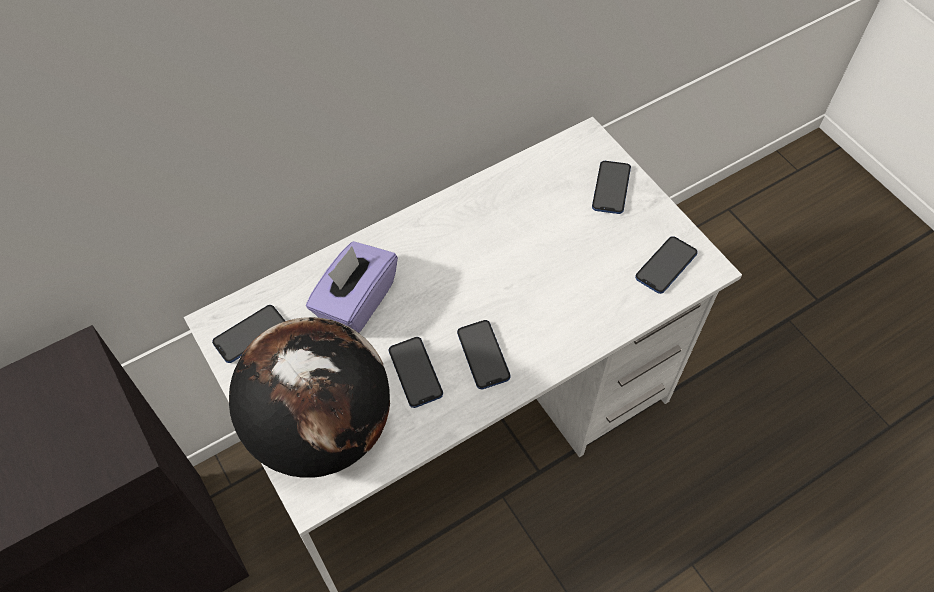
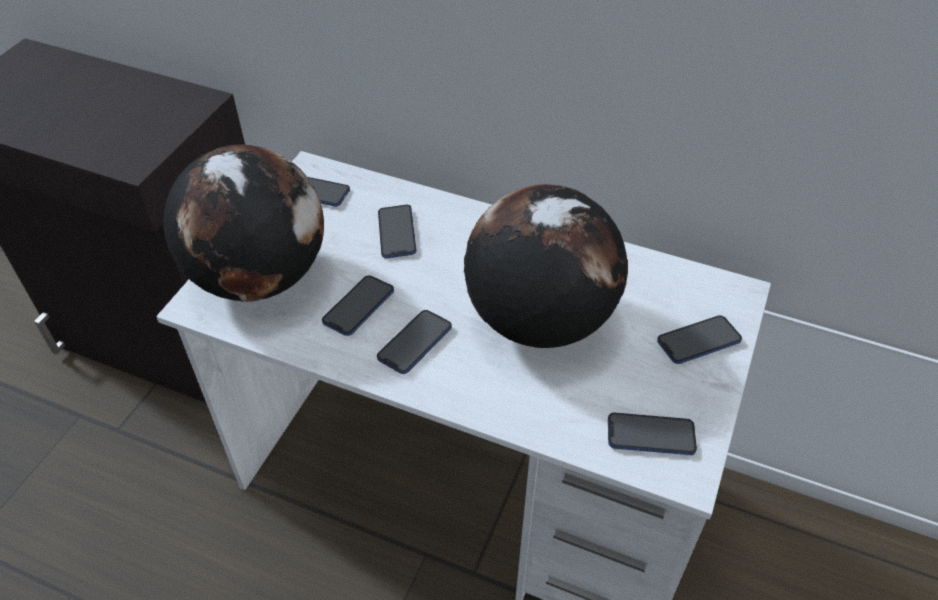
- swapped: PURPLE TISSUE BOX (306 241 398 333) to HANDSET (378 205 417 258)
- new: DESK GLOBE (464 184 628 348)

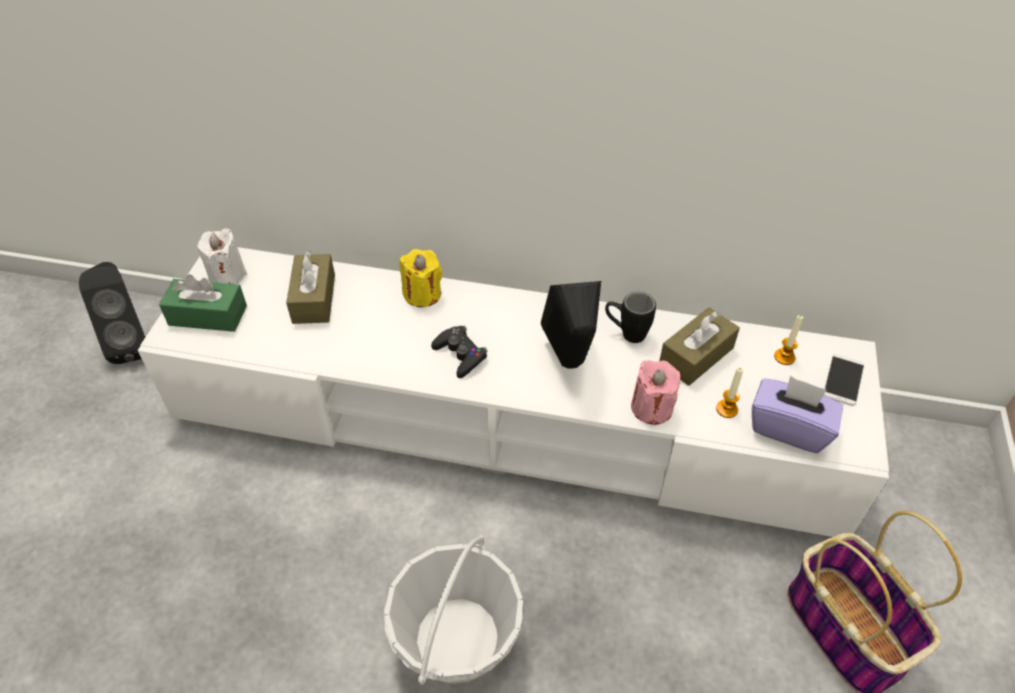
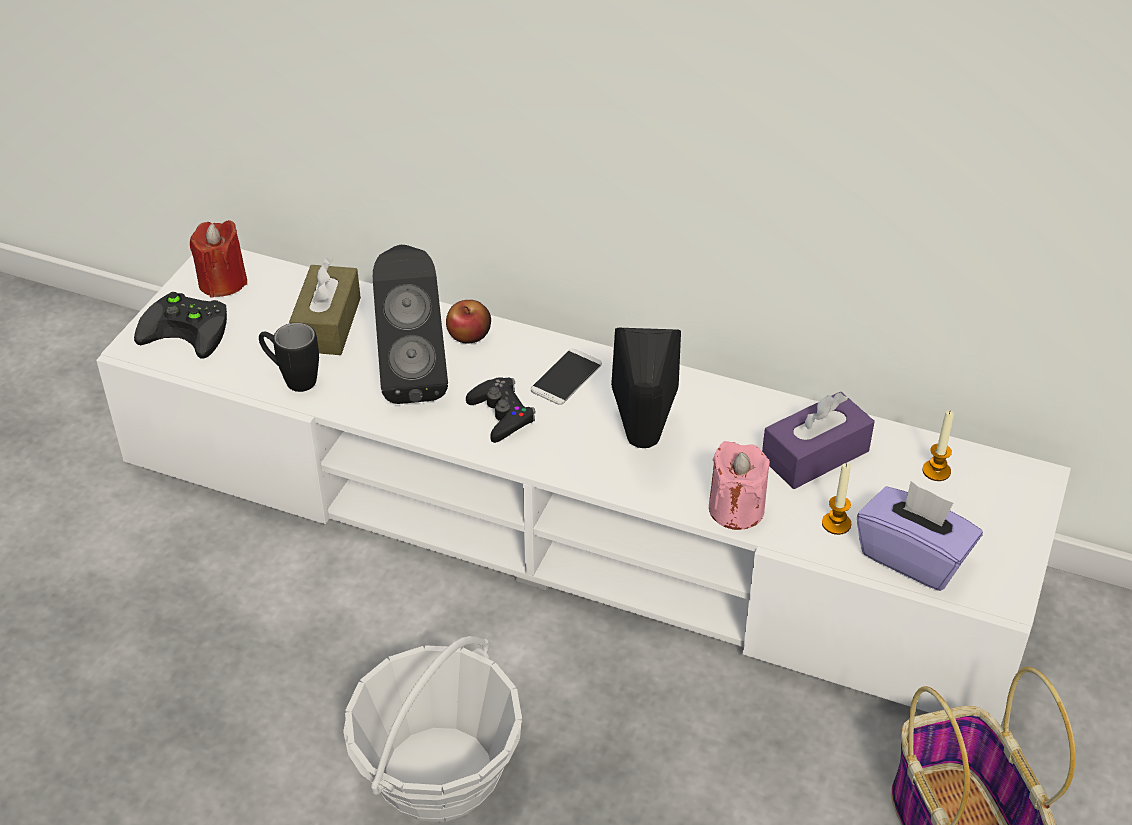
- shifted: BLACK-COLOURED SPEAKER (79 262 145 364) to (373 245 448 404)
- swapped: GREEN TISSUE BOX (159 274 247 332) to BLACK-COLOURED GAME CONTROLLER (134 292 227 359)
- repainted: WHITE WAX LIGHT (197 228 247 284) to RED WAX LIGHT (190 220 247 298)
- swapped: YELLOW WAX LIGHT (400 249 442 307) to APPLE (446 300 491 343)
- shifted: BLACK-COLOURED COFFEE MUG (605 292 656 343) to (259 323 319 392)
- repainted: BROWN-COLOURED TISSUE BOX (659 307 740 386) to PURPLE TISSUE BOX (762 392 875 489)
- shifted: HANDSET (824 354 864 406) to (531 349 602 405)

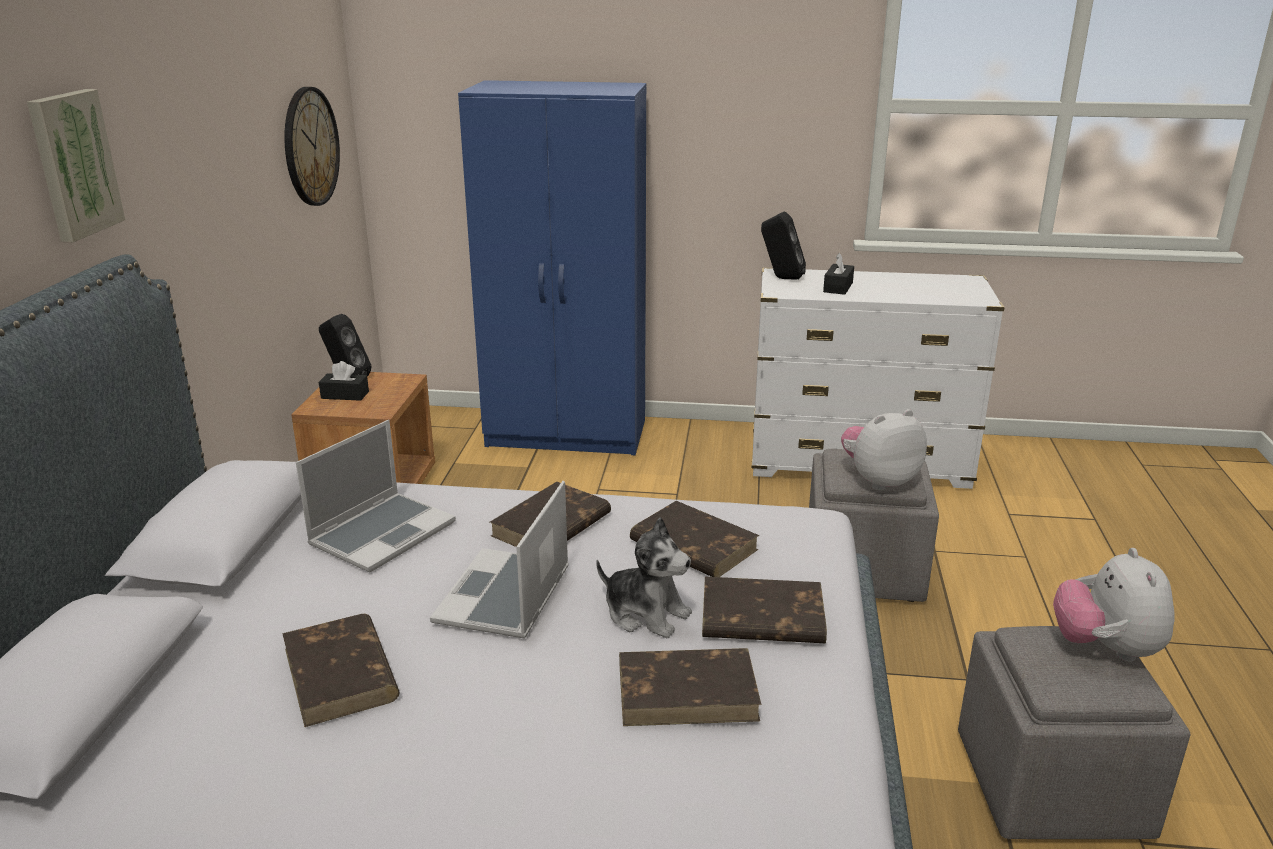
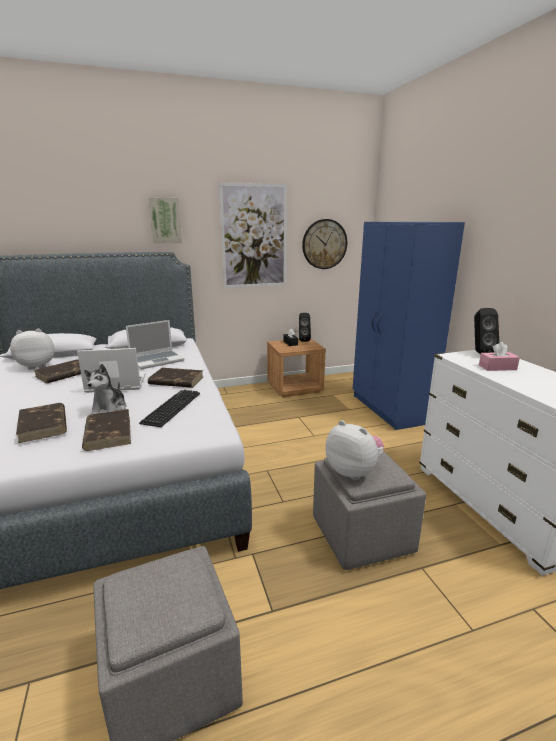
- rotated: LAPTOP (296 420 456 572) = (126 320 184 369) 45 degrees counterclockwise
- swapped: BROWN-COLOURED BOOK (630 501 759 577) to COMPUTER KEYBOARD (139 390 200 427)
- repainted: BLACK-COLOURED TISSUE BOX (823 253 854 295) to PINK TISSUE BOX (479 342 520 371)
- shifted: SOFT TOY (1053 548 1175 662) to (10 329 55 370)
- new: WALL PICTURE (219 182 287 288)

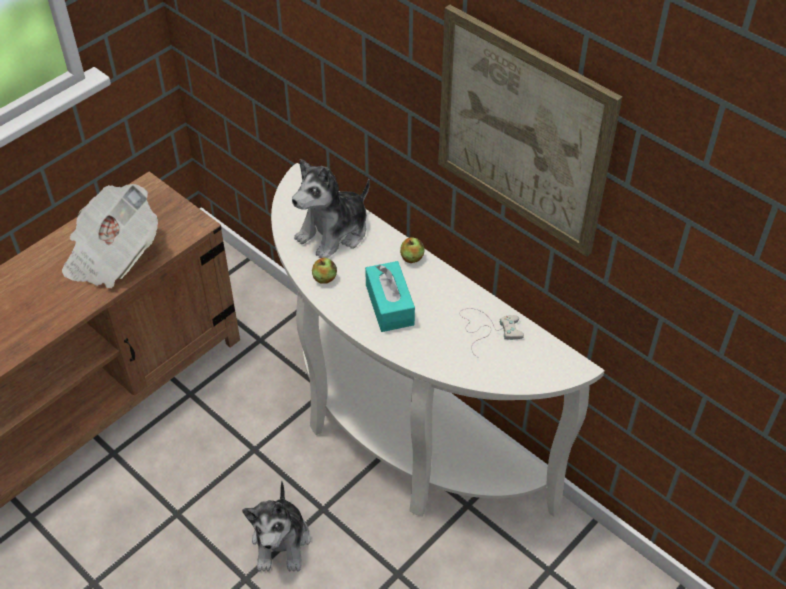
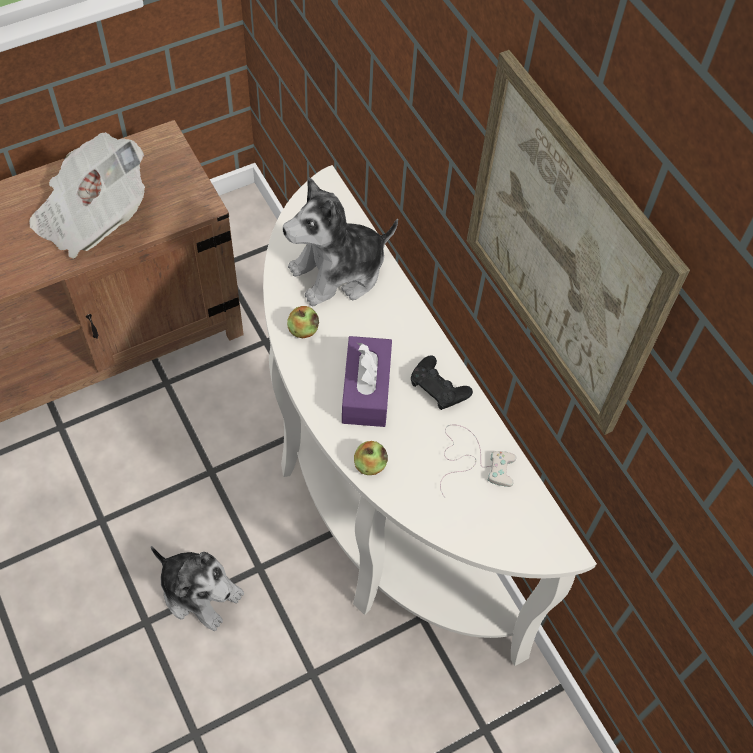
- rotated: SOFT TOY (242 481 311 572) = (151 546 244 631) 75 degrees counterclockwise
- repainted: TURQUOISE-COLOURED TISSUE BOX (365 261 415 332) to PURPLE TISSUE BOX (342 336 392 427)
- shifted: APPLE (400 237 425 263) to (354 441 388 475)
- new: BLACK-COLOURED GAME CONTROLLER (411 356 473 410)

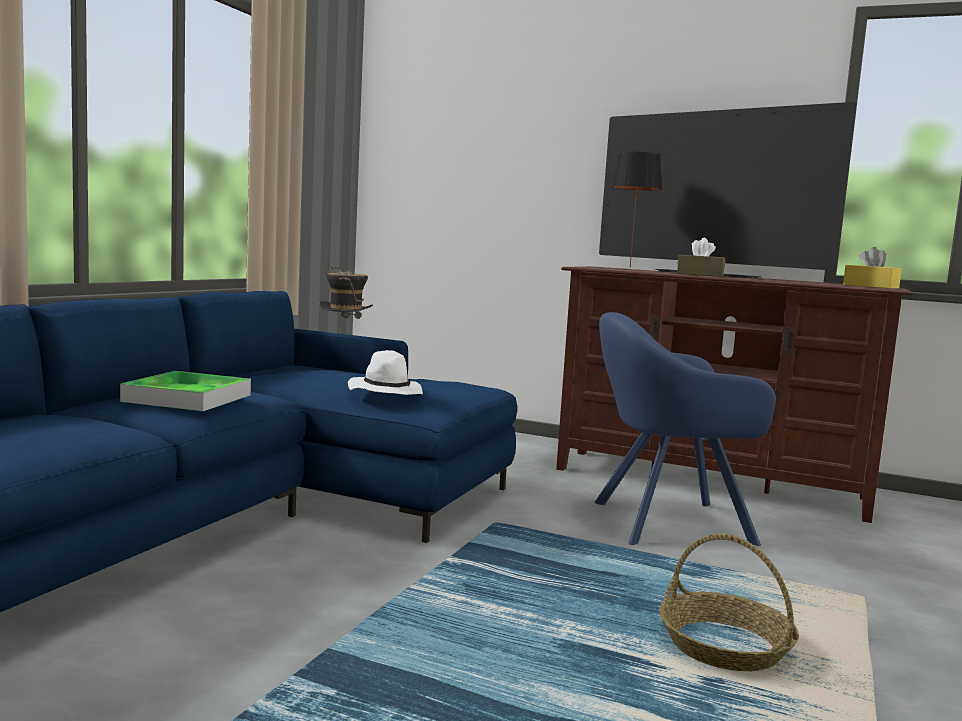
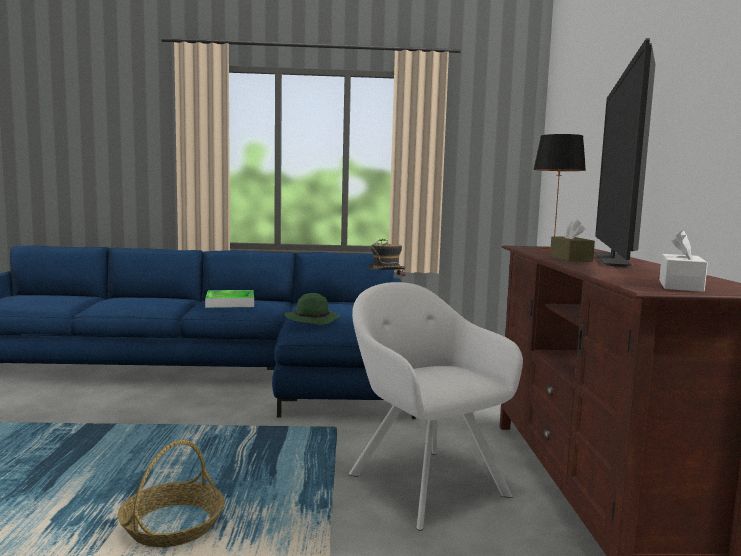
- repainted: WHITE HAT (348 350 423 395) to GREEN HAT (284 293 340 325)
- repainted: BLUE LOUNGE CHAIR (594 312 776 546) to WHITE LOUNGE CHAIR (349 282 523 531)
- repainted: YELLOW TISSUE BOX (843 247 902 289) to WHITE TISSUE BOX (659 230 708 292)

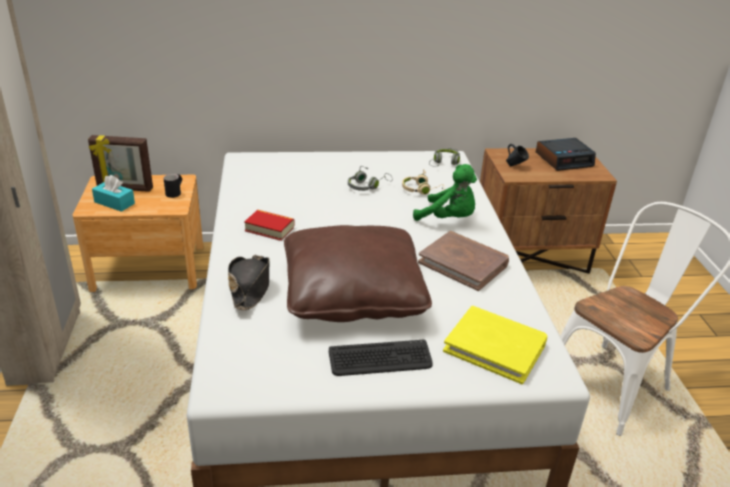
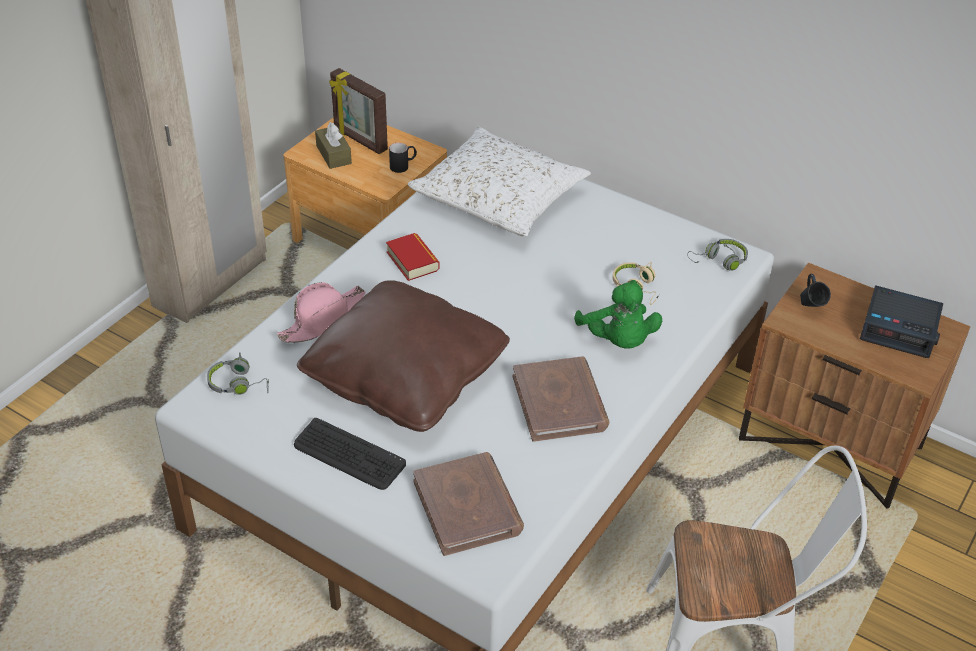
- repainted: TURQUOISE-COLOURED TISSUE BOX (92 175 135 212) to BROWN-COLOURED TISSUE BOX (315 122 352 169)
- repainted: BLACK-COLOURED HAT (228 255 270 311) to PINK HAT (277 282 365 343)
- shifted: GREYISH PAIR OF HEADPHONES (348 166 392 191) to (207 352 269 395)
- repainted: YELLOW BOOK (443 306 547 384) to BROWN-COLOURED BOOK (413 452 524 556)
- new: WHITE THROW PILLOW (408 127 591 236)

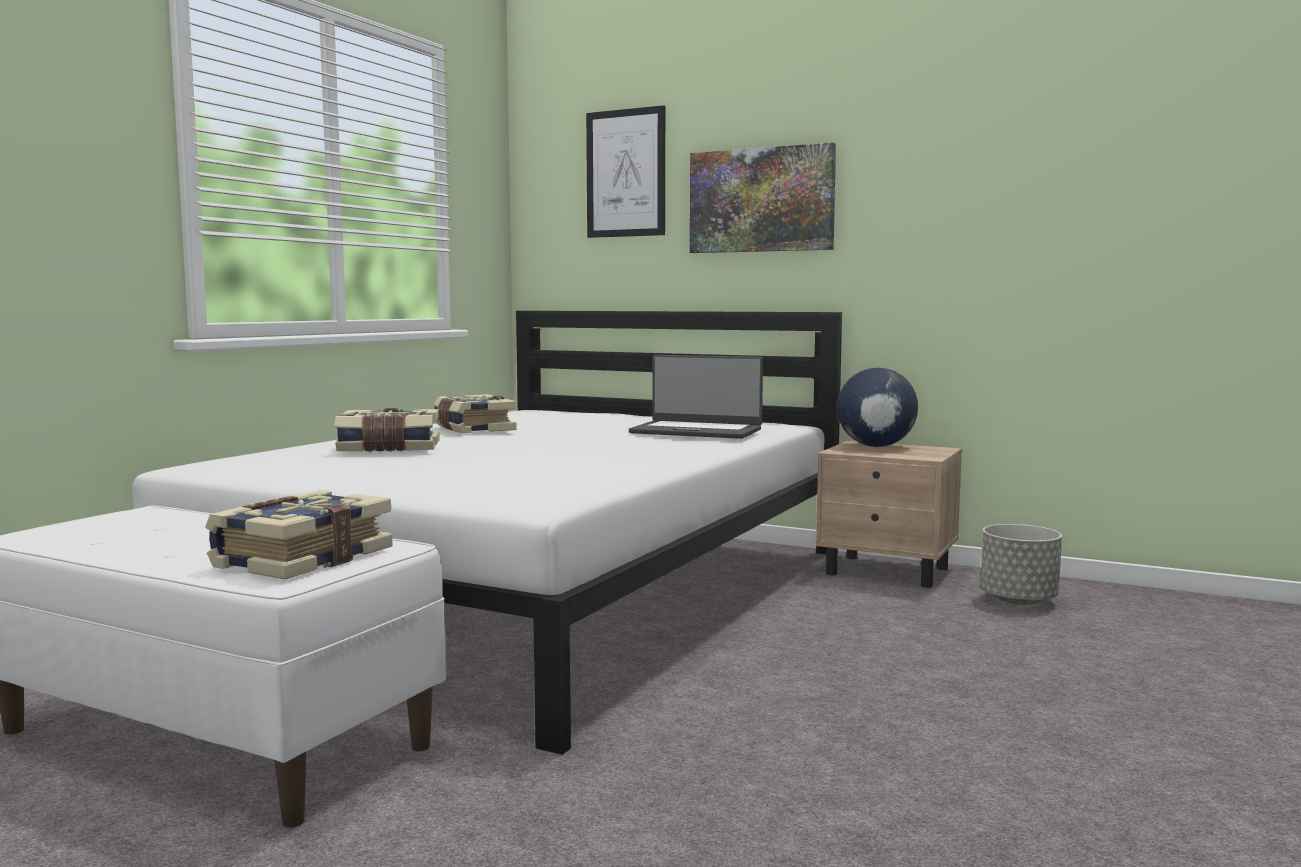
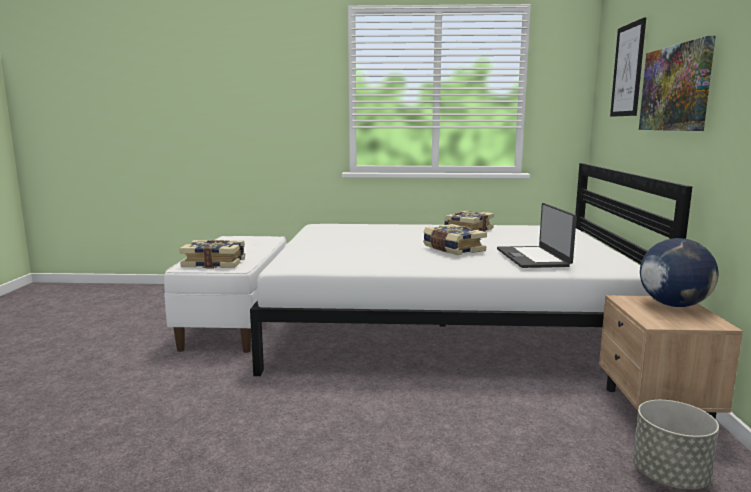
- shifted: BOOK (335 408 440 452) to (423 224 487 255)

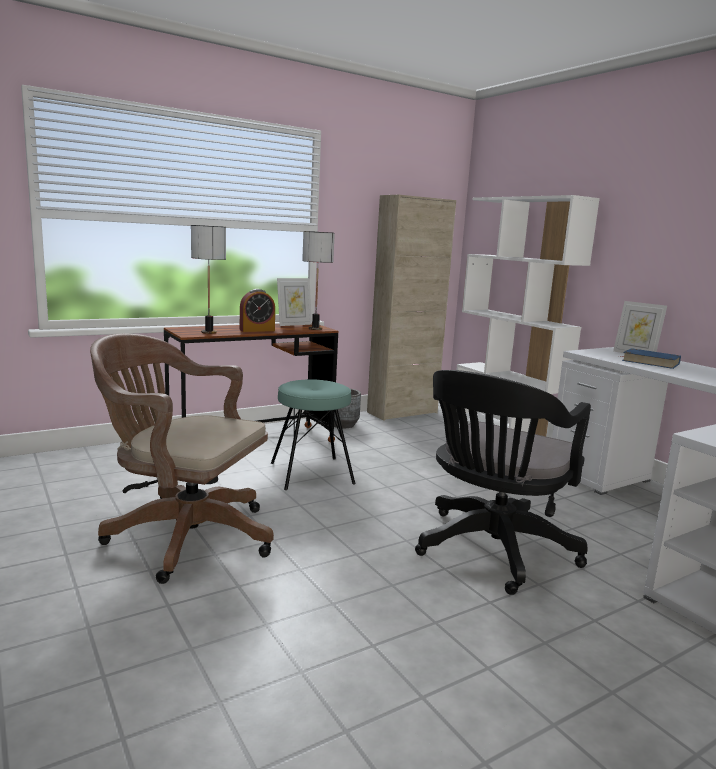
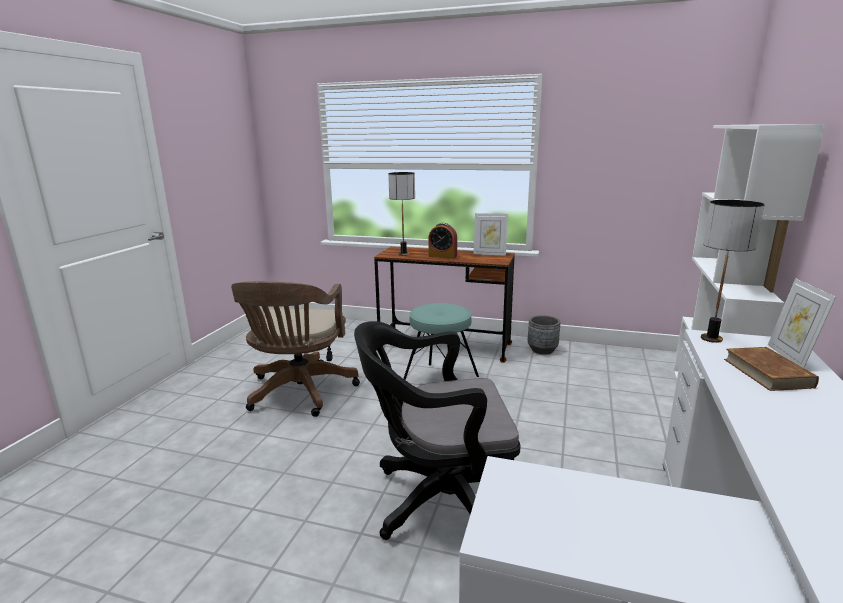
- rotated: BROWN-COLOURED OFFICE CHAIR (90 334 274 584) = (231 281 360 417) 150 degrees counterclockwise
- shifted: TABLE LAMP (302 231 335 330) to (701 200 765 343)
- gone: SAND-COLOURED CABINET (367 195 456 421)
- repainted: BLUE BOOK (619 348 681 369) to BROWN-COLOURED BOOK (724 347 819 391)

